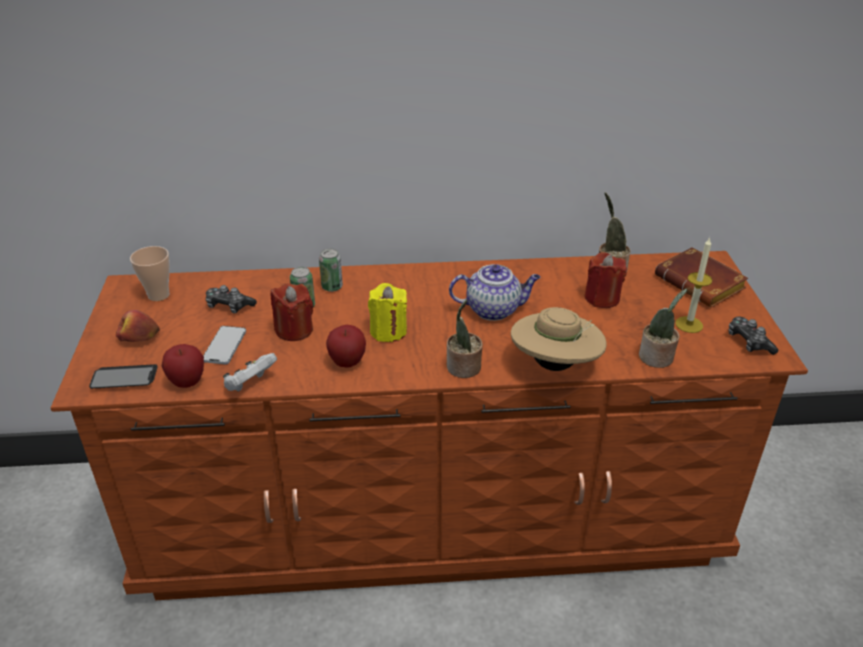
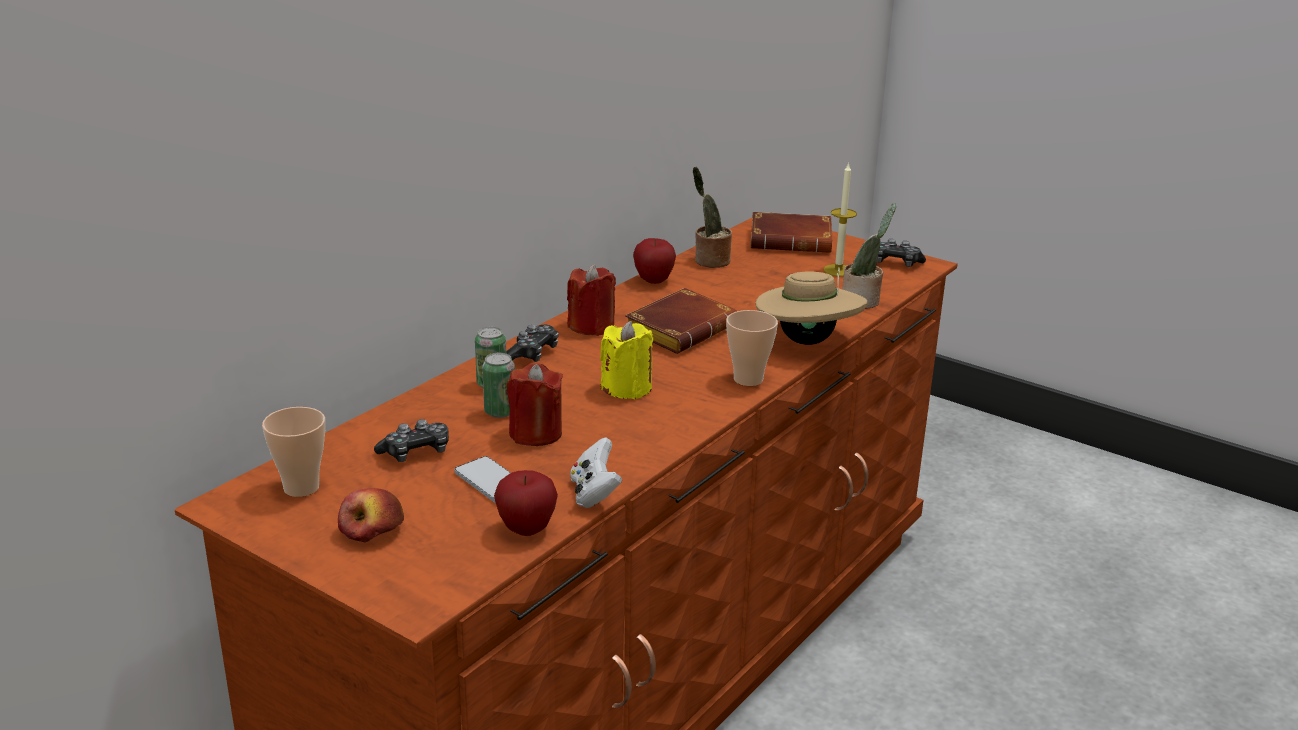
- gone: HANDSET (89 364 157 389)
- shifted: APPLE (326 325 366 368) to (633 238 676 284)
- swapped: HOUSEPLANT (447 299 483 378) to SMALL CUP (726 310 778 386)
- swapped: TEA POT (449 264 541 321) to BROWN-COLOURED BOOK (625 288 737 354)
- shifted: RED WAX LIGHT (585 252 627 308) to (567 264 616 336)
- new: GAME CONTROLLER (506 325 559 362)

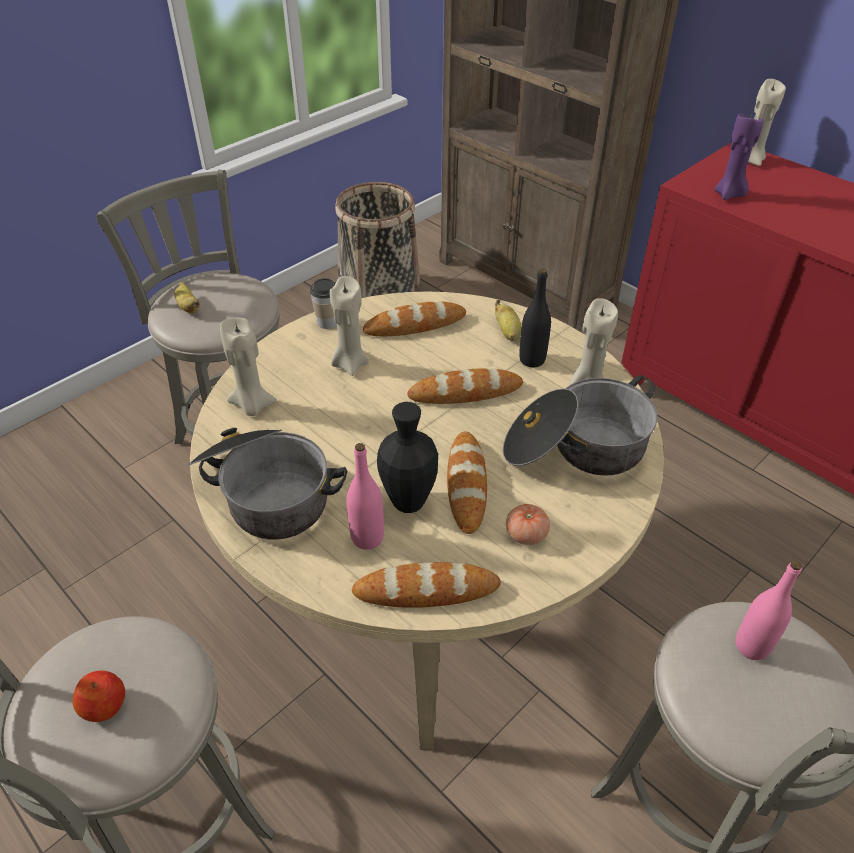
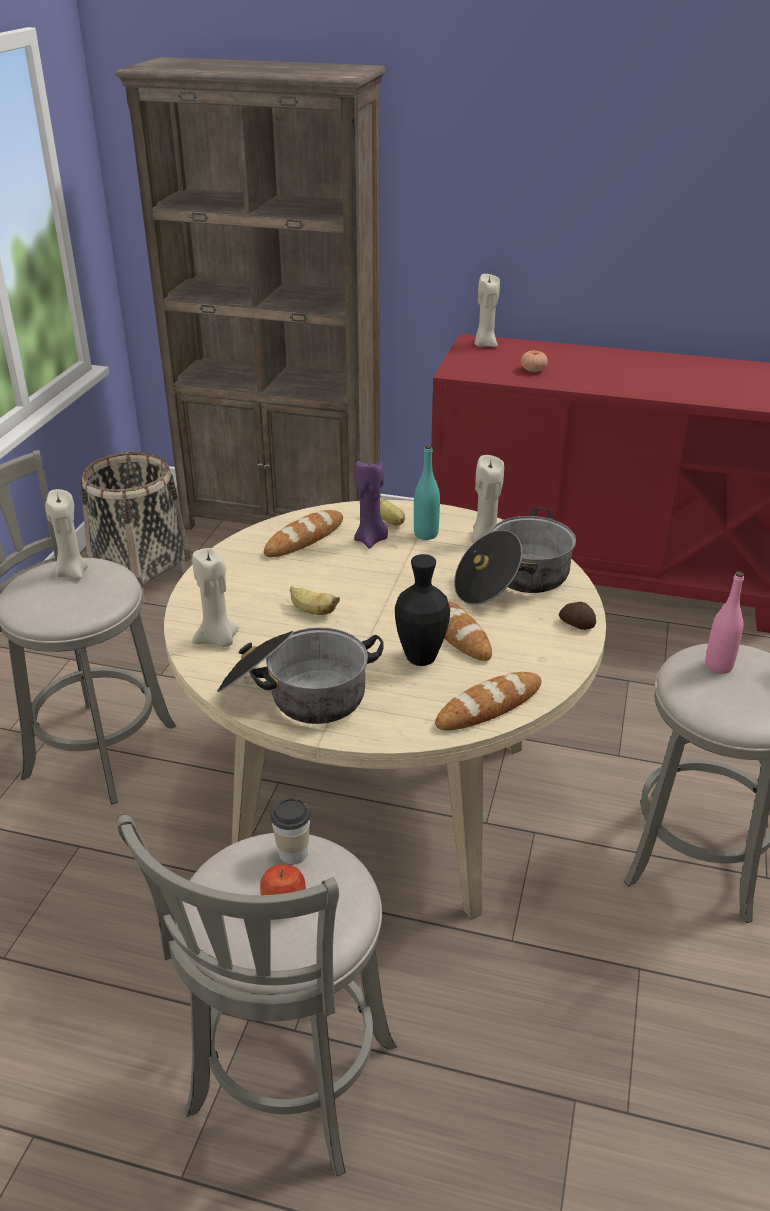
- shifted: BANANA FRUIT (175 282 200 313) to (290 586 340 615)
- shifted: SMALL CUP (310 278 337 329) to (271 798 310 864)
- shifted: SAND-COLOURED WAX LIGHT (330 276 369 376) to (45 489 88 578)
- gone: PINK BOTTLE (347 443 384 550)
- gone: BREAD (407 368 523 404)
- shifted: FRESH TOMATO (506 504 550 545) to (521 351 548 372)
- repainted: BLACK-COLOURED BOTTLE (519 269 551 367) to TURQUOISE-COLOURED BOTTLE (414 445 440 540)
- shifted: PURPLE WAX LIGHT (715 113 764 200) to (354 458 388 549)
- new: WHOLE POTATO (559 602 596 630)

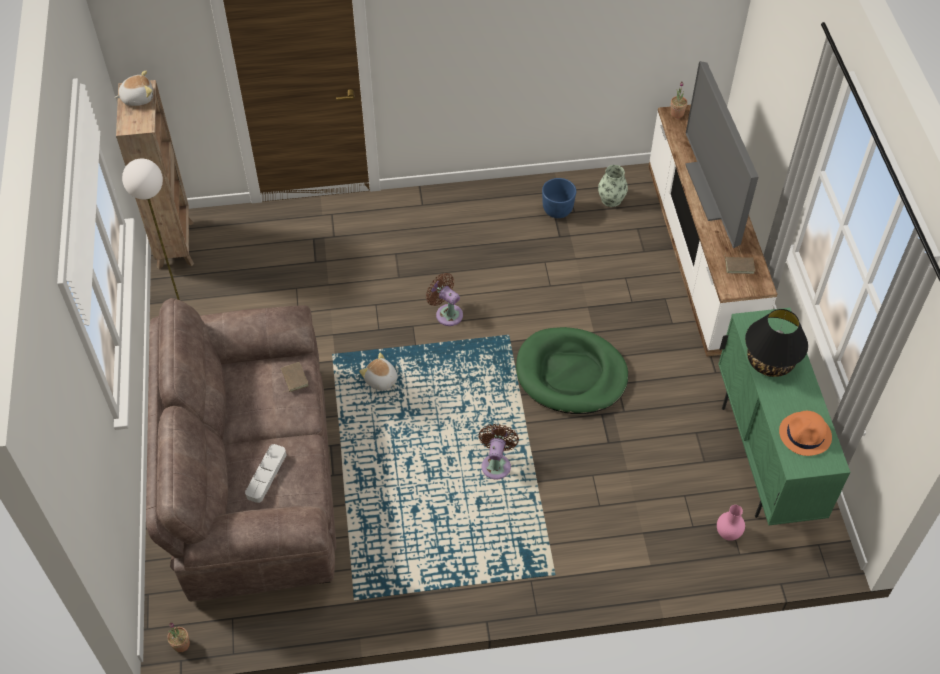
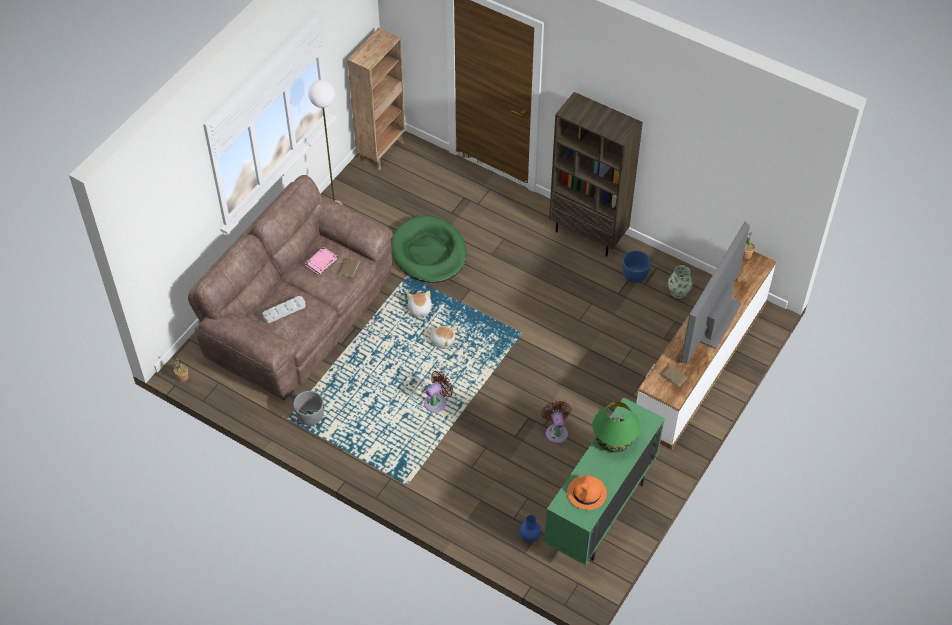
- shifted: SOFT TOY (115 71 153 106) to (428 326 457 349)
- shifted: BROWN-COLOURED COOLING FAN (426 273 463 326) to (541 401 571 444)
- shifted: GREEN DOG CUSHION (516 327 628 414) to (391 216 467 283)
- repainted: PINK FLOWER VASE (717 505 745 541) to BLUE FLOWER VASE (520 515 541 542)
- repainted: BLACK-COLOURED TABLE LAMP (745 309 808 377) to GREEN TABLE LAMP (592 402 640 452)
- new: GREYISH PLANT POT (294 391 324 426)
- new: PINK BOOK (305 247 338 275)
- new: BROWN-COLOURED BOOKCASE (549 92 643 256)

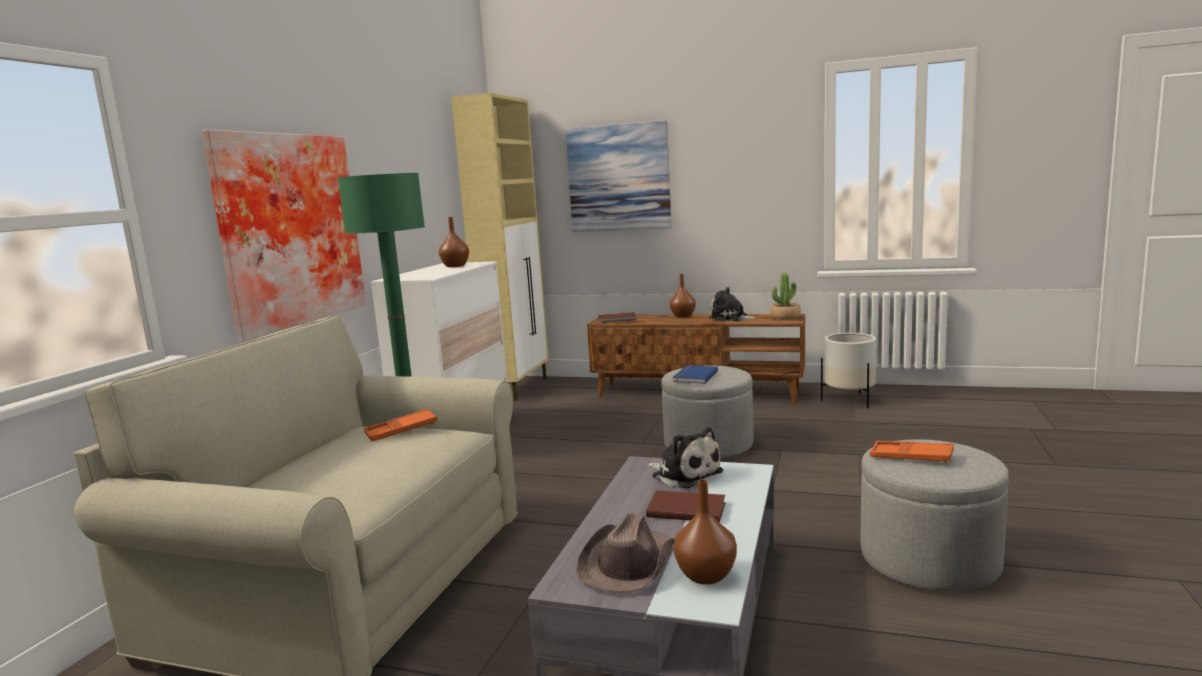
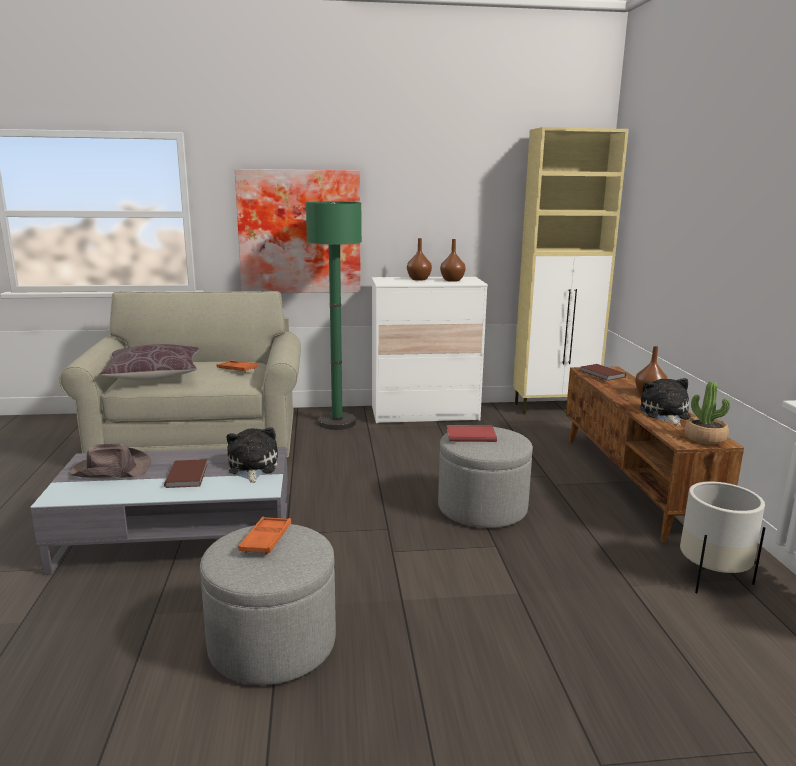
- gone: WALL PICTURE (565 120 671 232)
- rotated: SOFT TOY (647 427 723 489) = (227 427 278 483) 150 degrees clockwise
- repainted: BLUE BOOK (673 365 718 384) to RED BOOK (447 425 497 442)
- shifted: BROWN-COLOURED FLOWER VASE (673 479 737 585) to (407 238 432 281)
- new: BROWN-COLOURED THROW PILLOW (99 344 199 381)

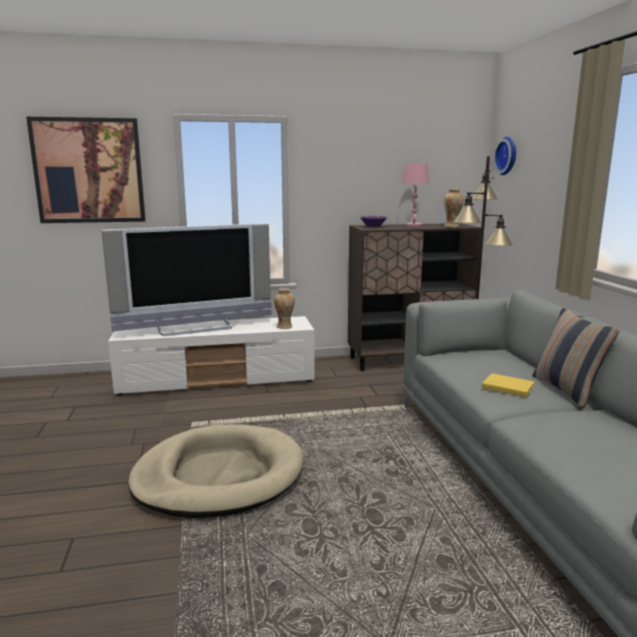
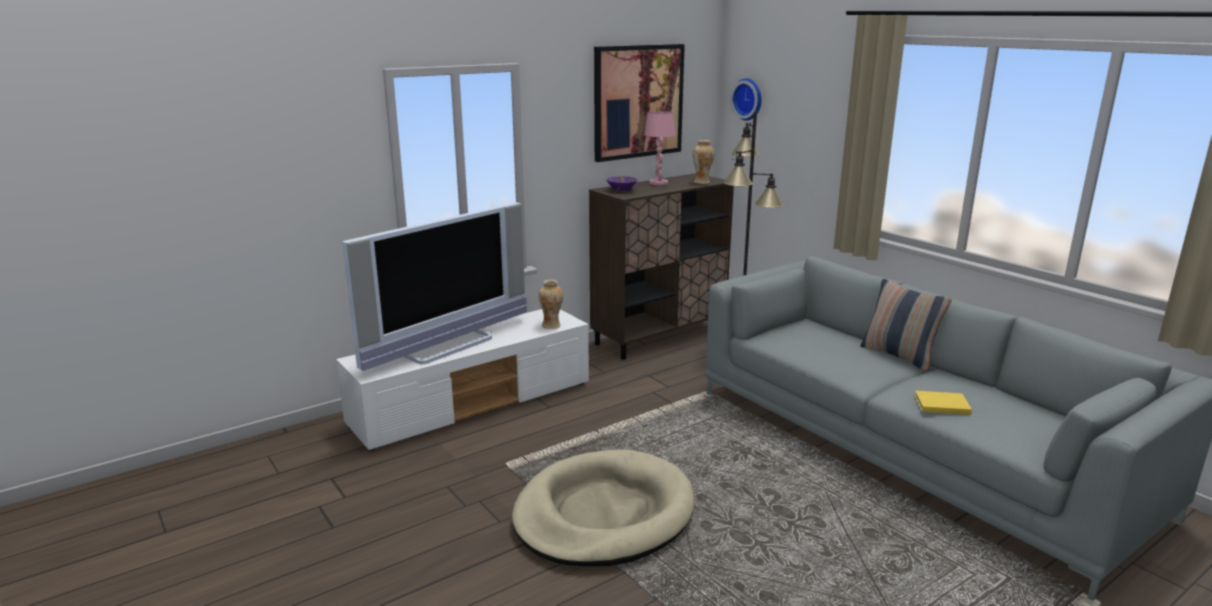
- shifted: WALL PICTURE (26 117 146 223) to (594 44 685 162)
- shifted: YELLOW BOOK (482 373 534 397) to (914 391 972 415)

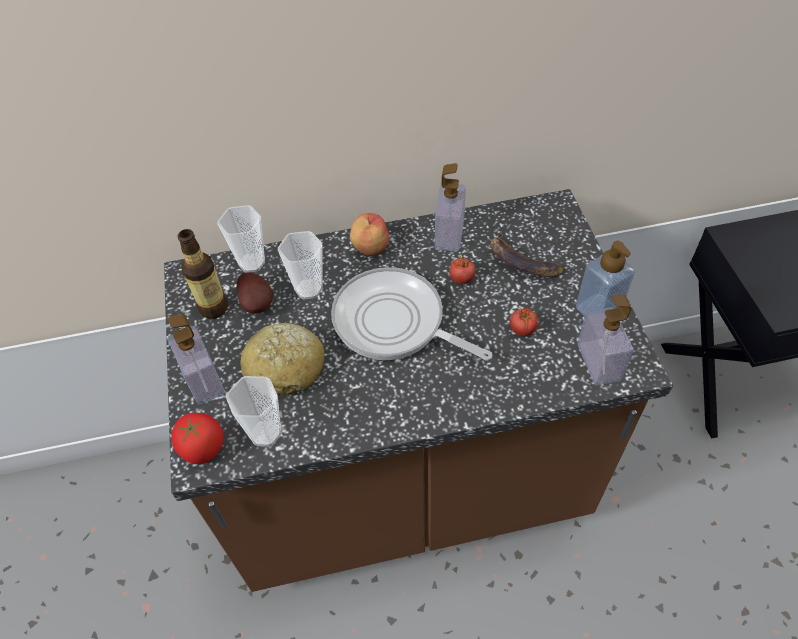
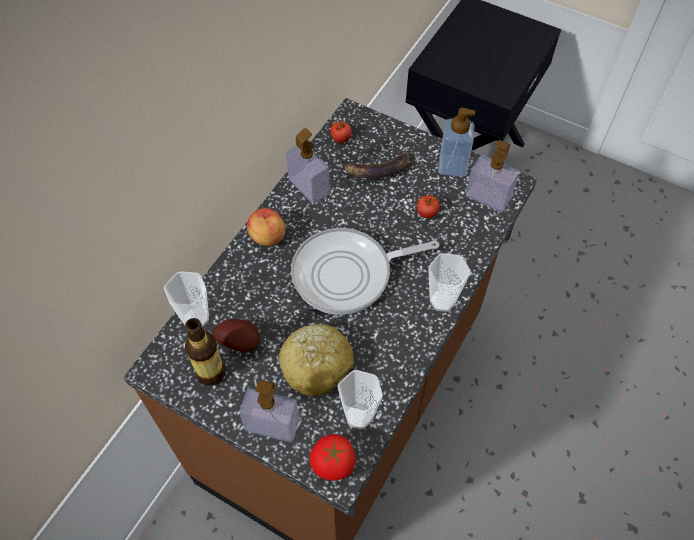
- shifted: SMALL CUP (278 231 323 299) to (428 253 471 312)
- shifted: FRESH TOMATO (449 255 476 284) to (330 120 352 143)

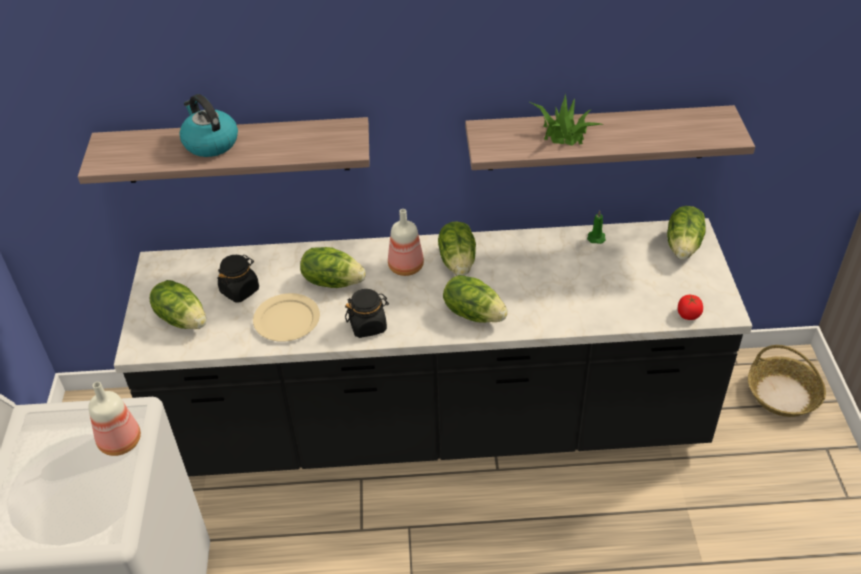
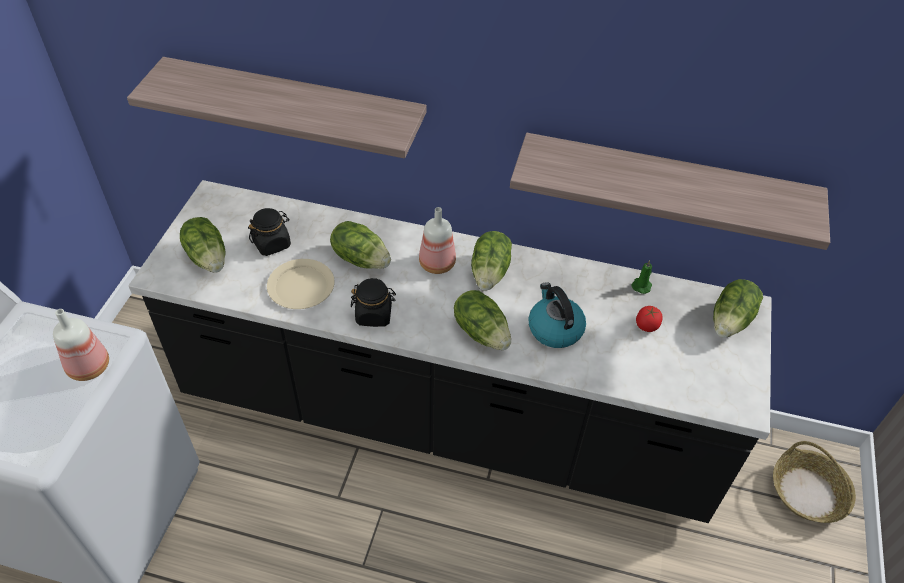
- shifted: WATER KETTLE (179 94 238 157) to (529 282 586 348)
- gone: HOUSEPLANT (528 95 604 146)
- shifted: FRESH TOMATO (678 295 703 320) to (636 306 663 332)

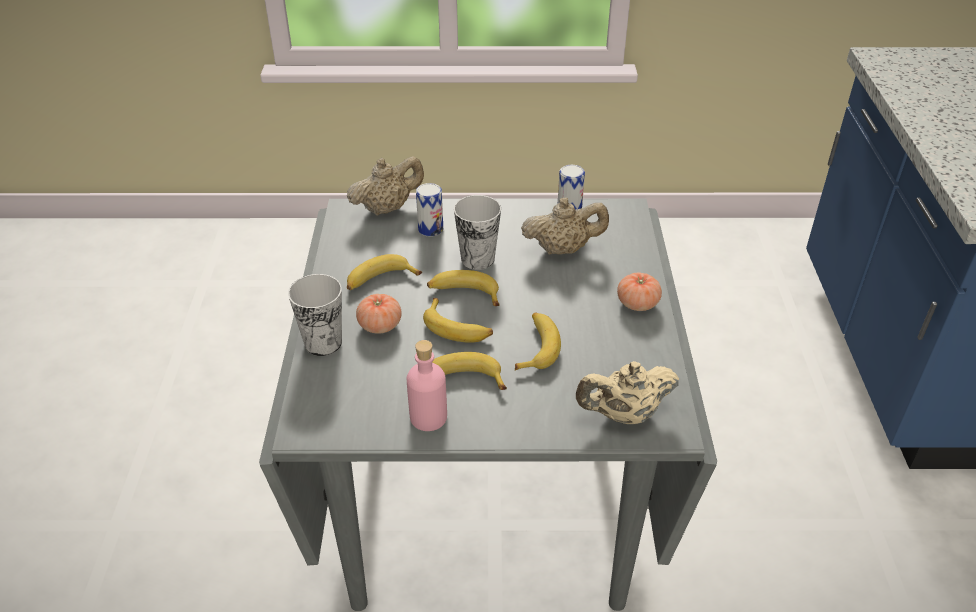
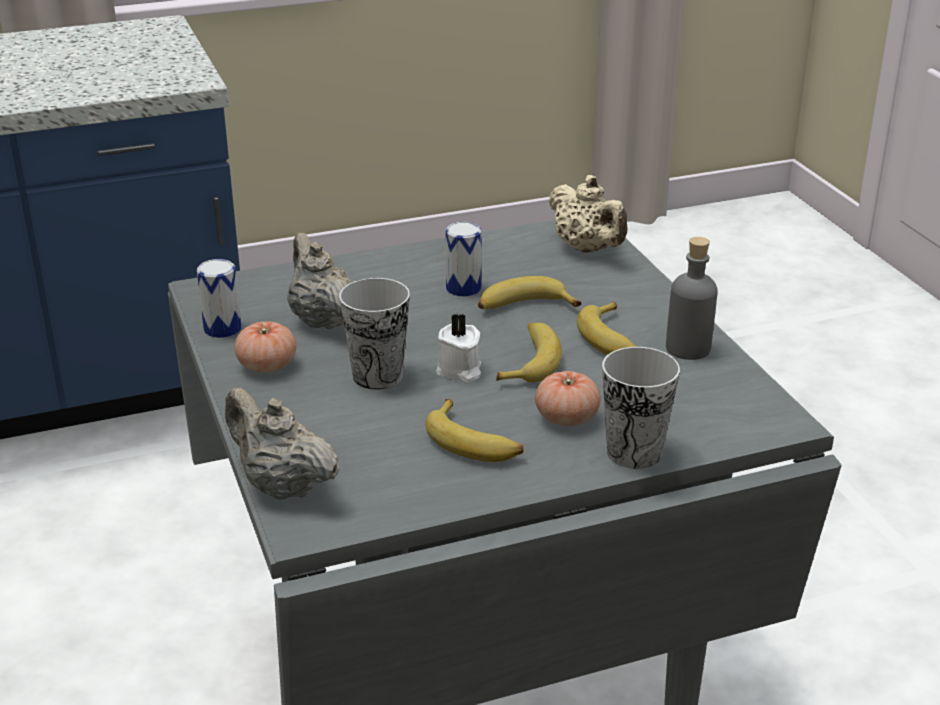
- repainted: PINK BOTTLE (407 340 447 431) to GREYISH BOTTLE (666 237 718 360)
- shifted: METAL CAN (416 183 443 237) to (445 221 482 297)
- swapped: BANANA FRUIT (427 270 500 306) to WHITE WAX LIGHT (436 314 481 382)
- shifted: FRESH TOMATO (617 273 662 311) to (234 321 296 373)

